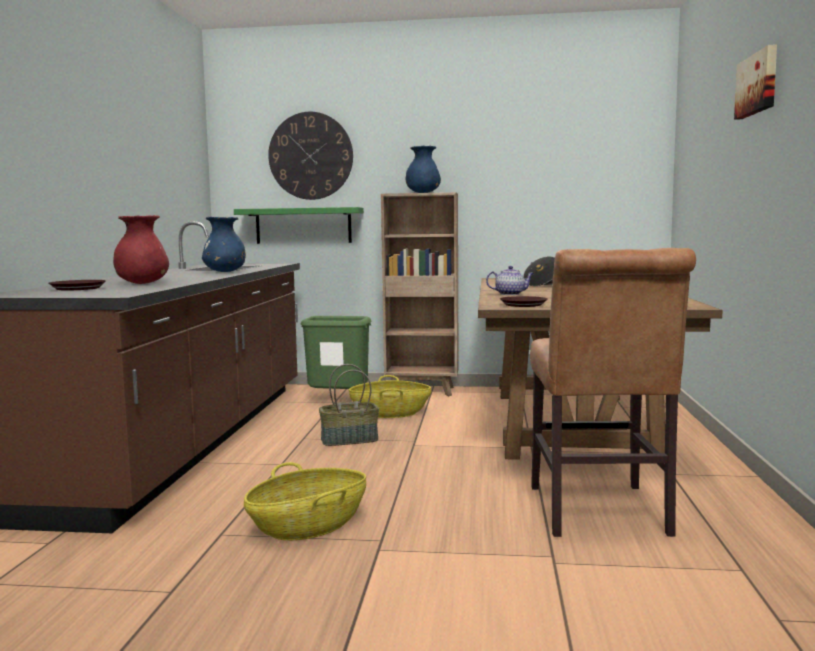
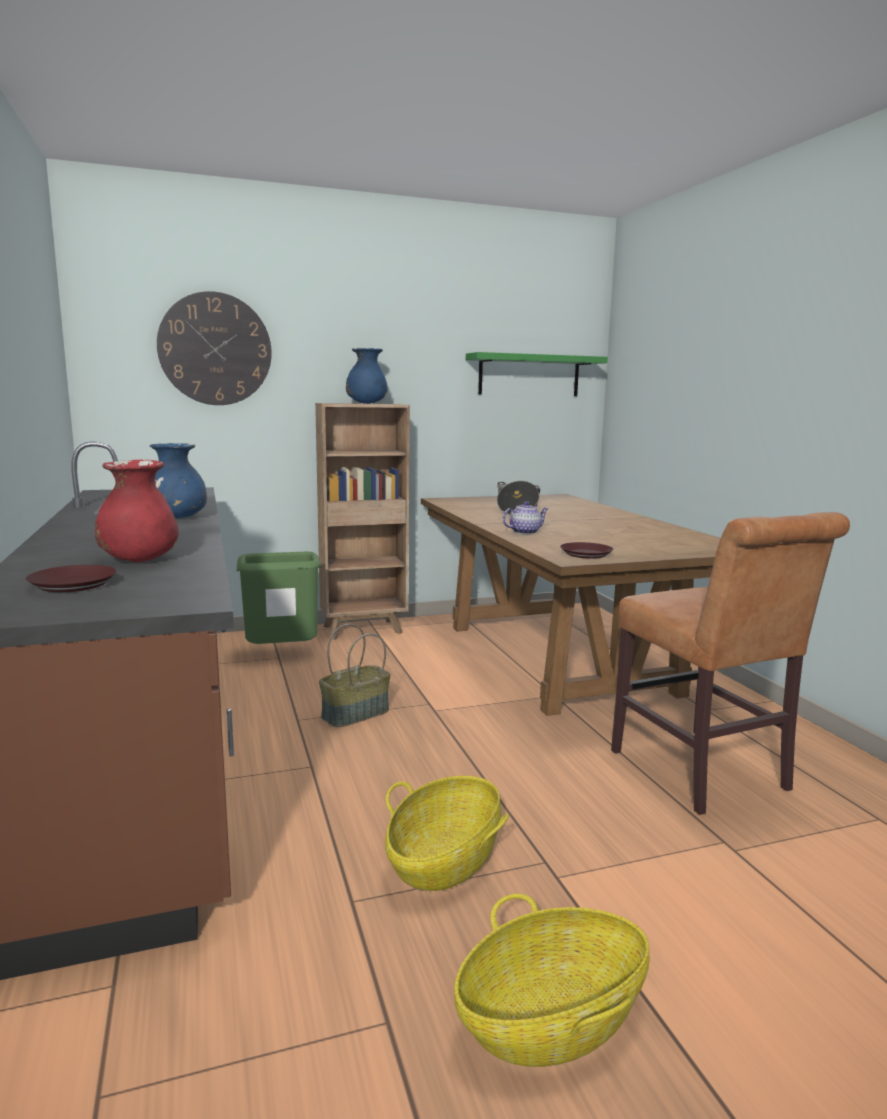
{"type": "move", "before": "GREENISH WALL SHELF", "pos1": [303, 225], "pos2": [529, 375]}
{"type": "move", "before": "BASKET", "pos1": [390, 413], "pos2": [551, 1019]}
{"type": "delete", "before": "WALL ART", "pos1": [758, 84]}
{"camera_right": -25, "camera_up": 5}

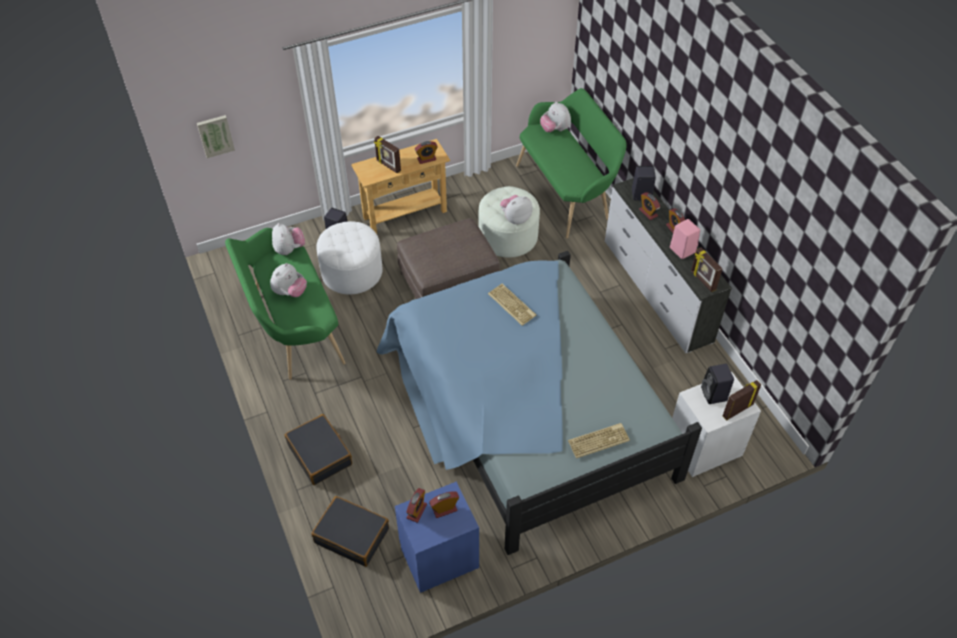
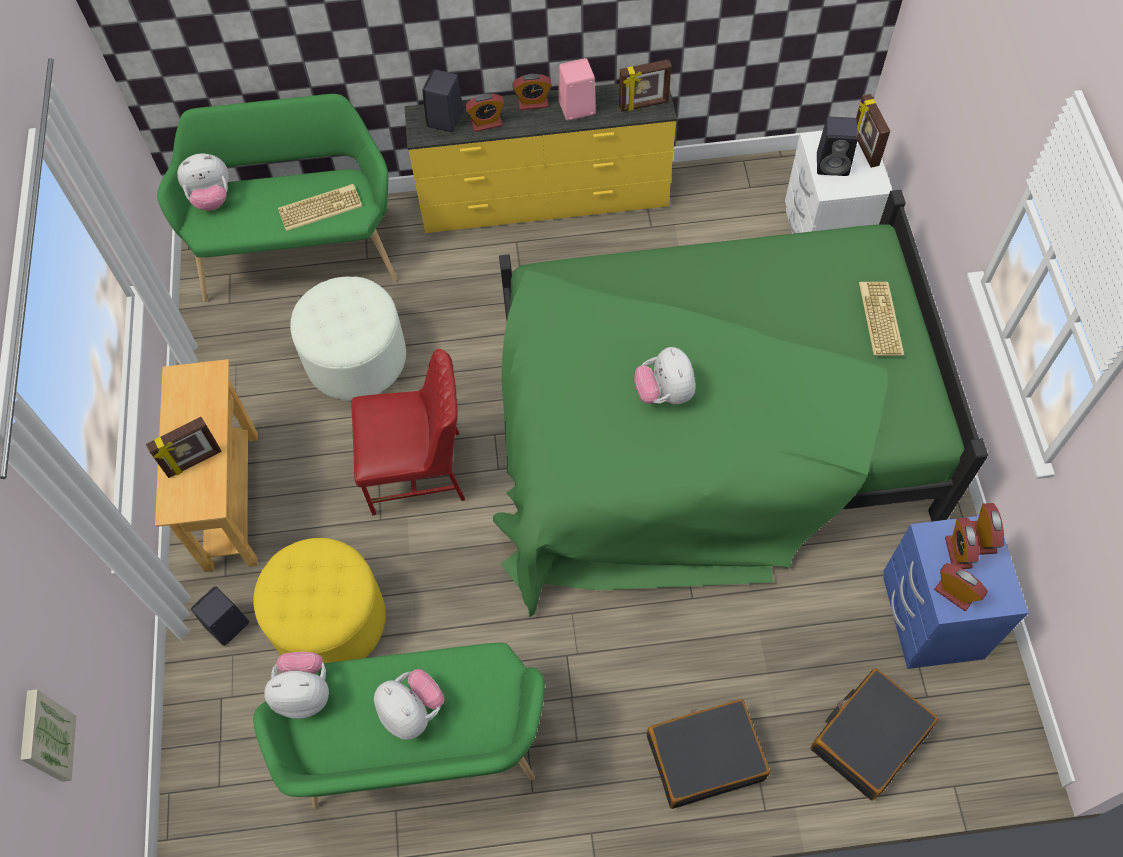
{"type": "recolor", "before": "WHITE OTTOMAN", "after": "YELLOW OTTOMAN", "pos1": [352, 272], "pos2": [329, 620]}
{"type": "recolor", "before": "BLUE BED", "after": "GREENISH BED", "pos1": [526, 410], "pos2": [705, 430]}
{"type": "replace", "before": "BROWN OTTOMAN", "after": "RED UPRIGHT CHAIR", "pos1": [448, 283], "pos2": [418, 471]}
{"type": "move", "before": "BEDSIDE CLOCK", "pos1": [426, 159], "pos2": [983, 538]}
{"type": "move", "before": "KEYBOARD", "pos1": [513, 304], "pos2": [320, 207]}
{"type": "move", "before": "SOFT TOY", "pos1": [515, 218], "pos2": [664, 393]}
{"type": "recolor", "before": "WHITE DRESSER", "after": "YELLOW DRESSER", "pos1": [656, 290], "pos2": [545, 201]}
{"camera_right": -70, "camera_up": 10}

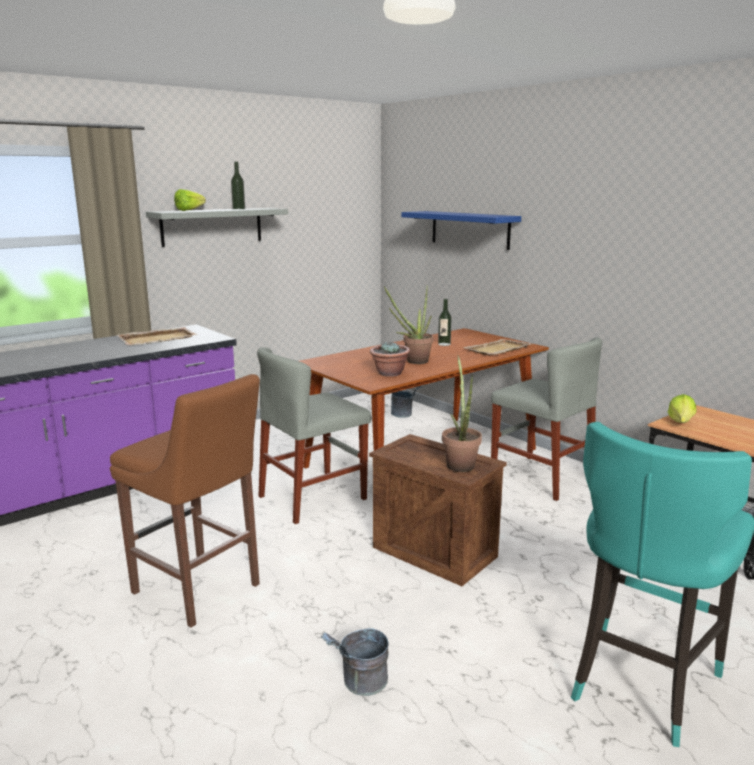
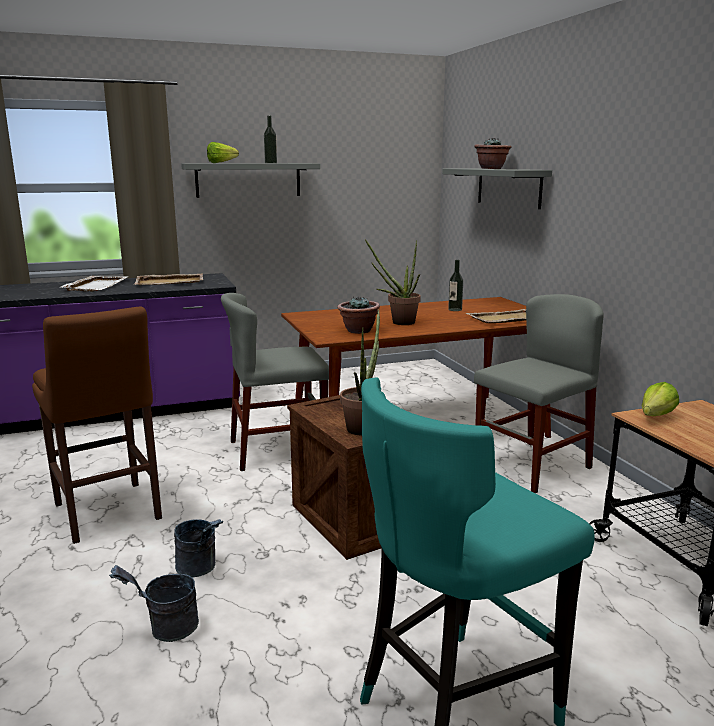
{"type": "move", "before": "GREYISH BUCKET", "pos1": [405, 415], "pos2": [200, 569]}
{"type": "recolor", "before": "BLUE WALL SHELF", "after": "GREYISH WALL SHELF", "pos1": [469, 229], "pos2": [508, 187]}
{"type": "rotate", "before": "GREYISH UPRIGHT CHAIR", "pos1": [541, 477], "pos2": [532, 466], "turn": -105}
{"type": "insert", "after": "WHITE TRAY", "pos2": [96, 285]}
{"type": "insert", "after": "POTTED PLANT", "pos2": [491, 168]}
{"camera_right": 20, "camera_up": 0}

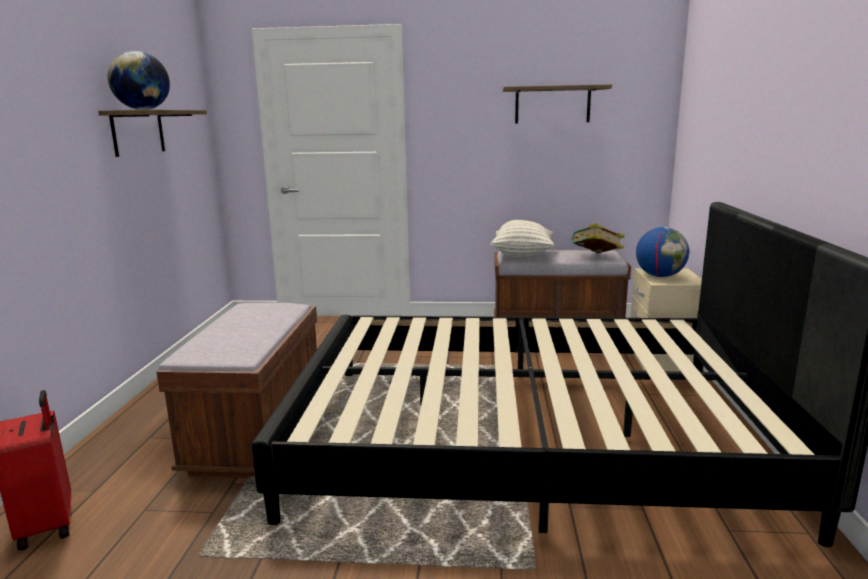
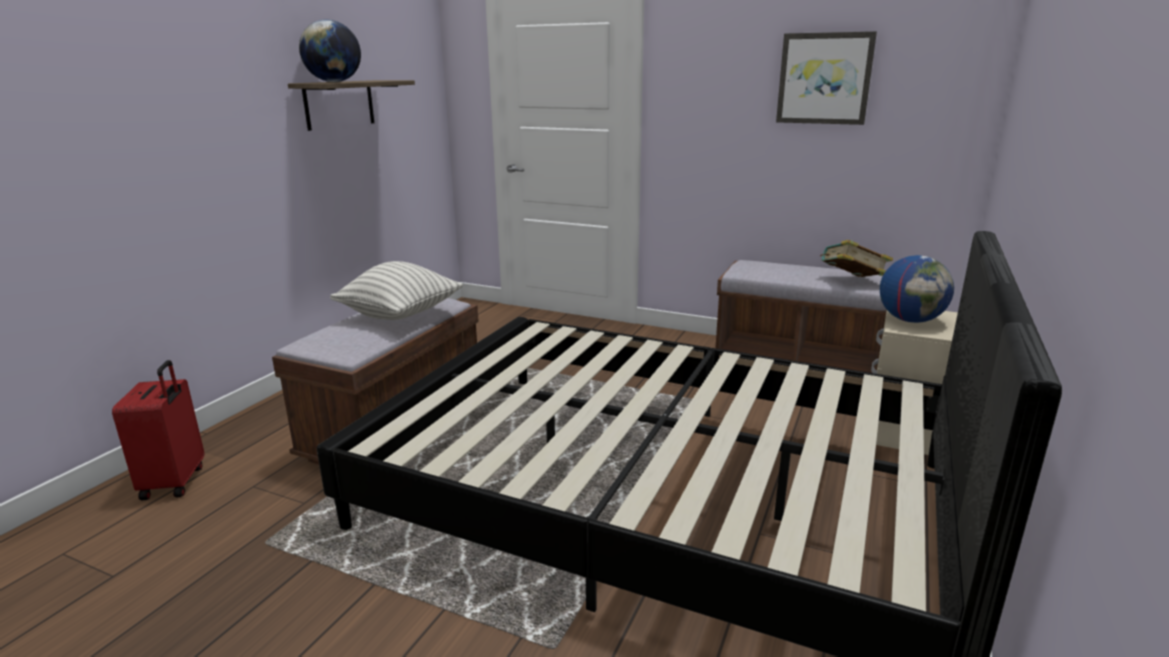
{"type": "move", "before": "PILLOW", "pos1": [522, 255], "pos2": [400, 315]}
{"type": "replace", "before": "WALL SHELF", "after": "WALL ART", "pos1": [552, 105], "pos2": [824, 78]}
{"camera_right": 20, "camera_up": 5}

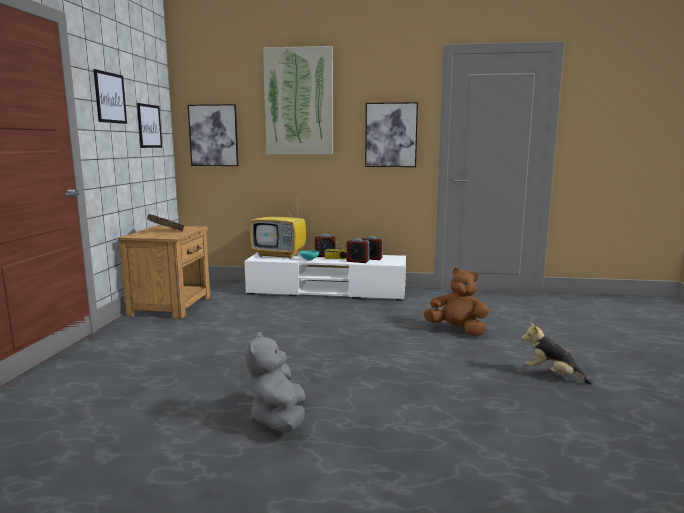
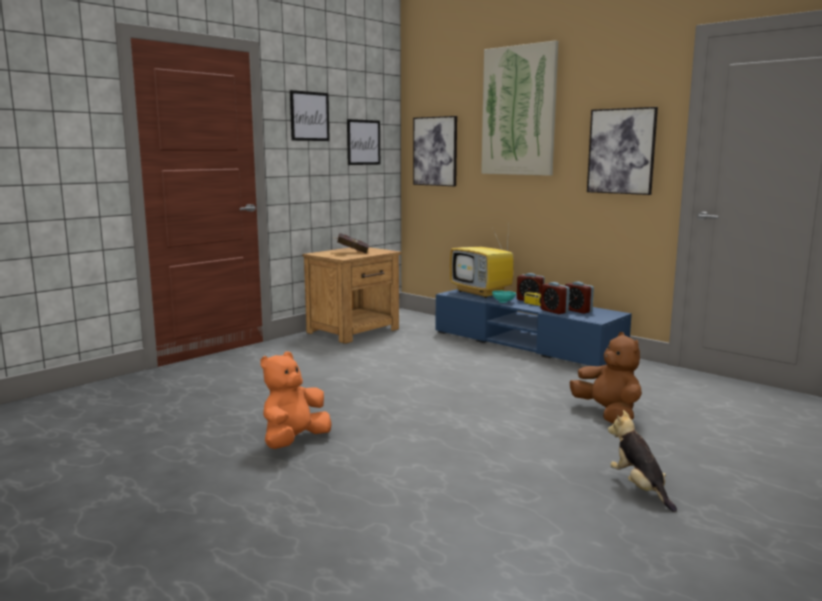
{"type": "recolor", "before": "WHITE MEDIA CONSOLE", "after": "BLUE MEDIA CONSOLE", "pos1": [327, 291], "pos2": [525, 344]}
{"type": "recolor", "before": "GREYISH SOFT TOY", "after": "ORANGE-COLOURED SOFT TOY", "pos1": [279, 419], "pos2": [294, 441]}
{"camera_right": 35, "camera_up": 0}

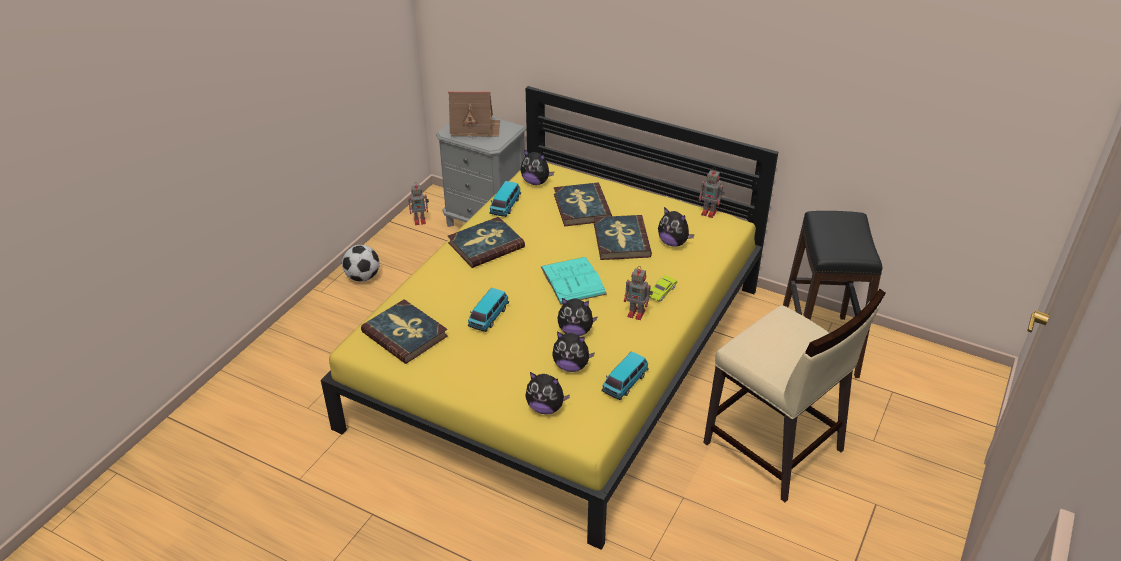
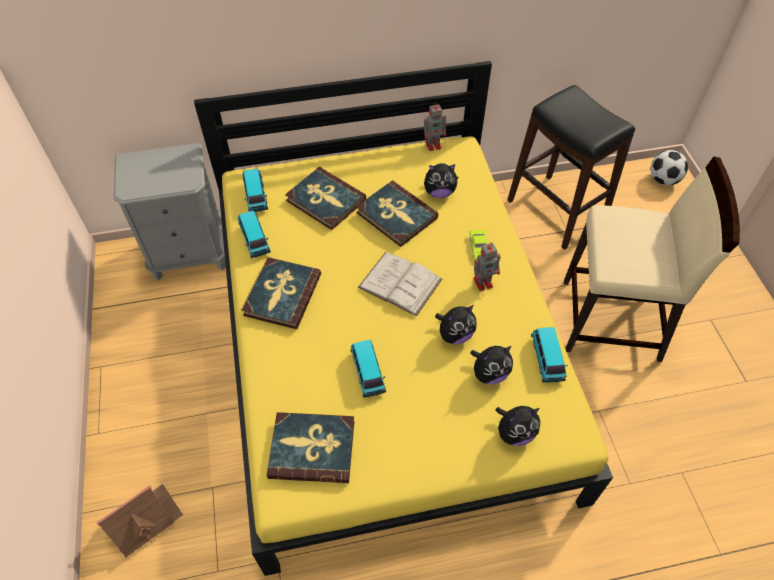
{"type": "move", "before": "BALL FOR FOOTBALL", "pos1": [363, 277], "pos2": [663, 180]}
{"type": "delete", "before": "TOY ROBOT", "pos1": [420, 220]}
{"type": "move", "before": "MODEL HOUSE", "pos1": [474, 128], "pos2": [144, 520]}
{"type": "replace", "before": "SOFT TOY", "after": "TOY CAR", "pos1": [536, 182], "pos2": [256, 197]}
{"type": "recolor", "before": "TURQUOISE BOUND BOOK", "after": "WHITE BOUND BOOK", "pos1": [573, 280], "pos2": [400, 283]}
{"camera_right": -40, "camera_up": 15}

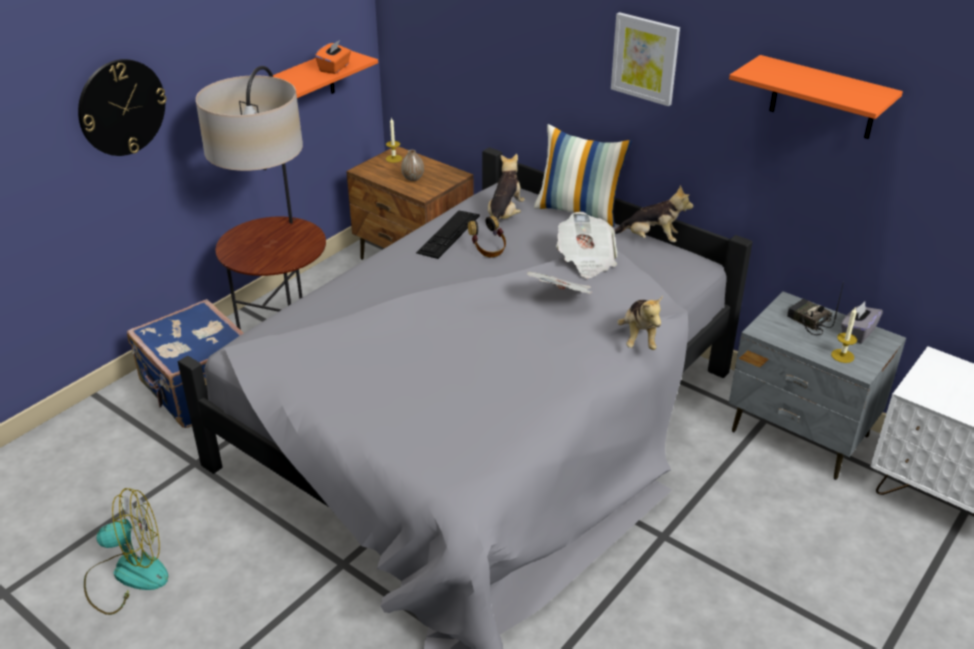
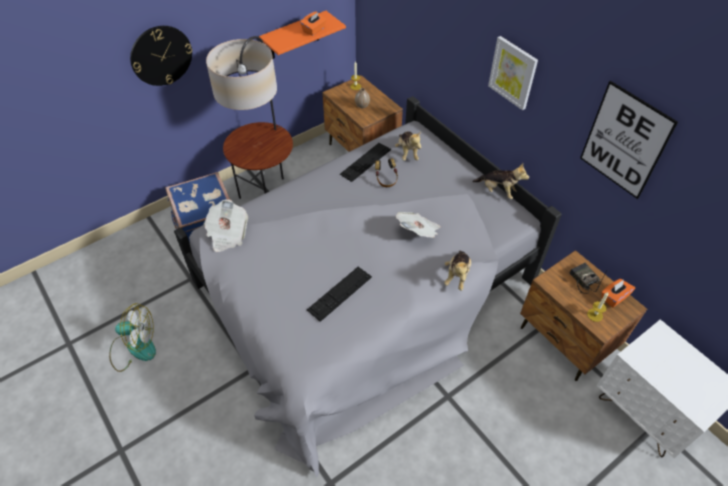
{"type": "rotate", "before": "SOFT TOY", "pos1": [504, 216], "pos2": [407, 152], "turn": 135}
{"type": "delete", "before": "PILLOW", "pos1": [579, 211]}
{"type": "move", "before": "DAILY PAPER", "pos1": [586, 260], "pos2": [227, 234]}
{"type": "replace", "before": "ORANGE-COLOURED WALL SHELF", "after": "WALL ART", "pos1": [823, 98], "pos2": [625, 141]}
{"type": "recolor", "before": "GREYISH BEDSIDE TABLE", "after": "BROWN BEDSIDE TABLE", "pos1": [800, 434], "pos2": [565, 340]}
{"type": "recolor", "before": "GREYISH TISSUE HOLDER", "after": "ORANGE-COLOURED TISSUE HOLDER", "pos1": [857, 332], "pos2": [614, 297]}
{"type": "insert", "after": "KEYBOARD", "pos2": [339, 293]}
{"camera_right": 15, "camera_up": 15}

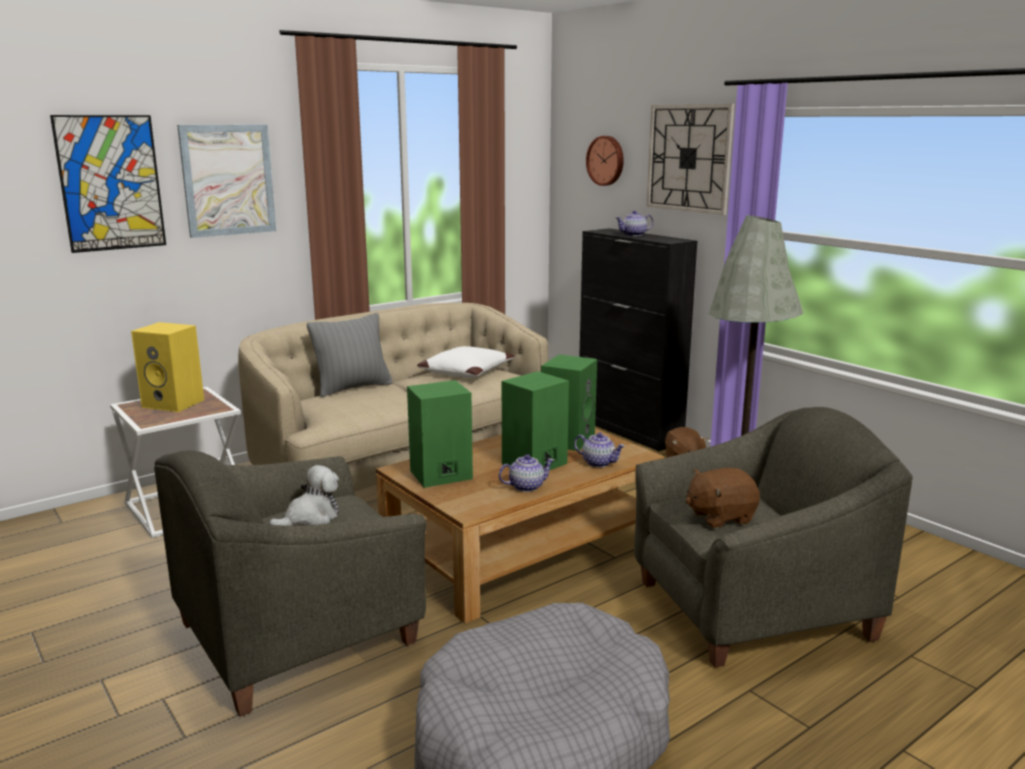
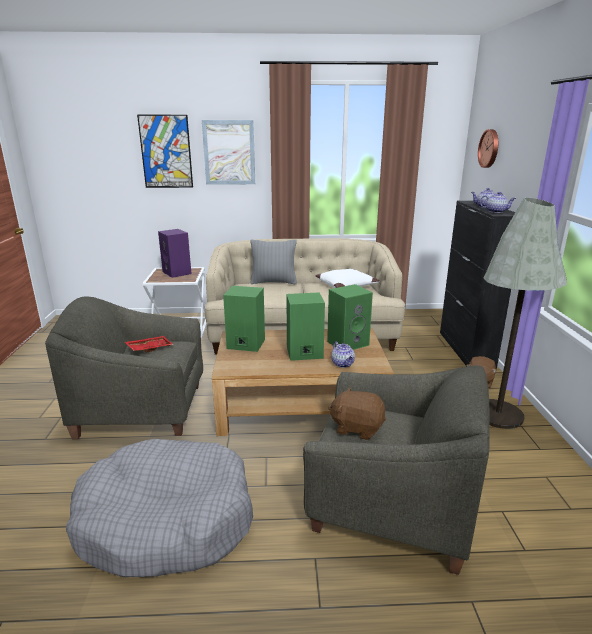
{"type": "recolor", "before": "YELLOW AUDIO SPEAKER", "after": "PURPLISH AUDIO SPEAKER", "pos1": [175, 403], "pos2": [177, 273]}
{"type": "replace", "before": "SOFT TOY", "after": "RED TRAY", "pos1": [310, 518], "pos2": [149, 348]}
{"type": "move", "before": "TEA POT", "pos1": [526, 486], "pos2": [496, 211]}
{"type": "delete", "before": "HANGING CLOCK", "pos1": [689, 158]}
{"camera_right": 35, "camera_up": 5}

